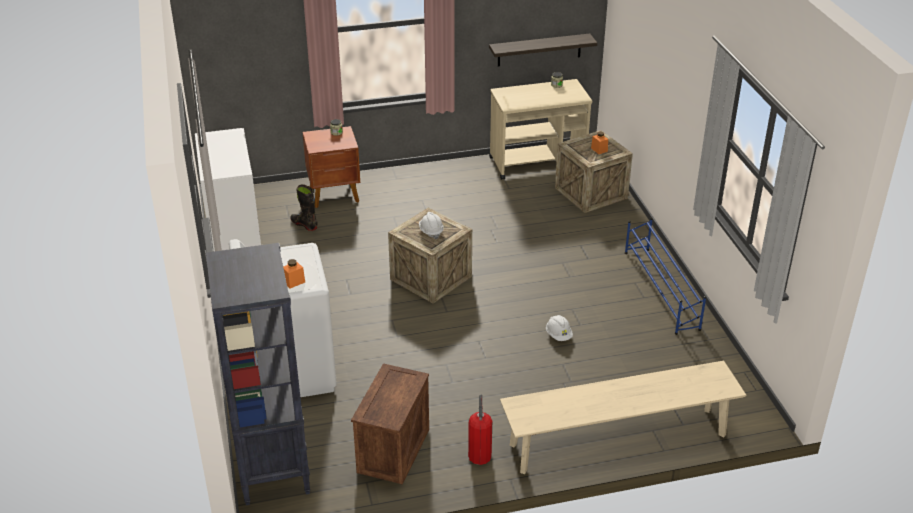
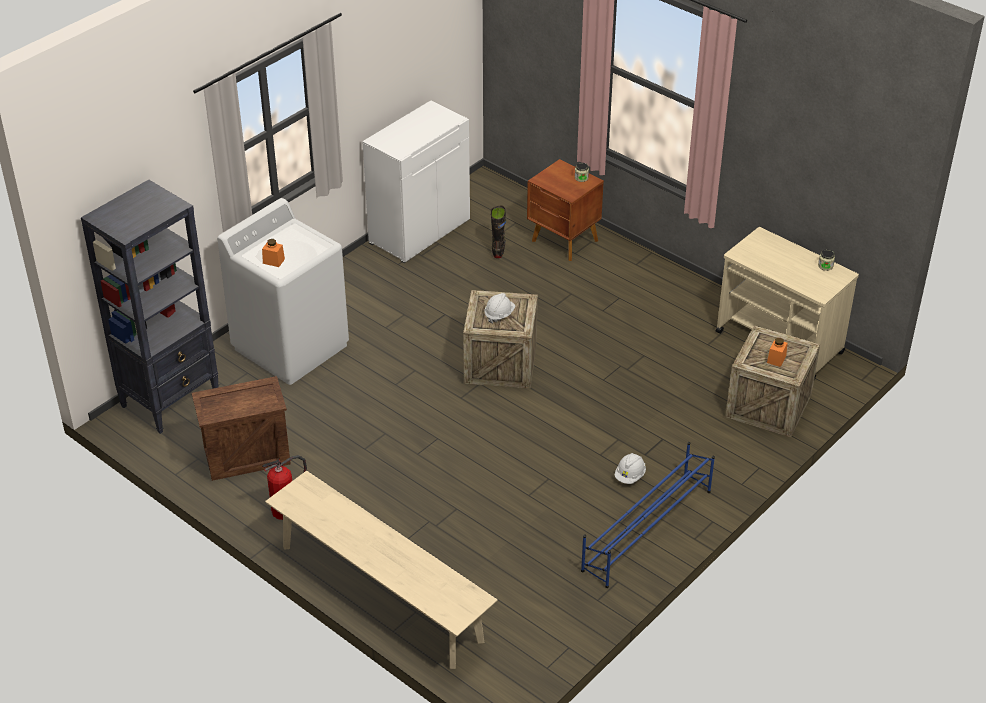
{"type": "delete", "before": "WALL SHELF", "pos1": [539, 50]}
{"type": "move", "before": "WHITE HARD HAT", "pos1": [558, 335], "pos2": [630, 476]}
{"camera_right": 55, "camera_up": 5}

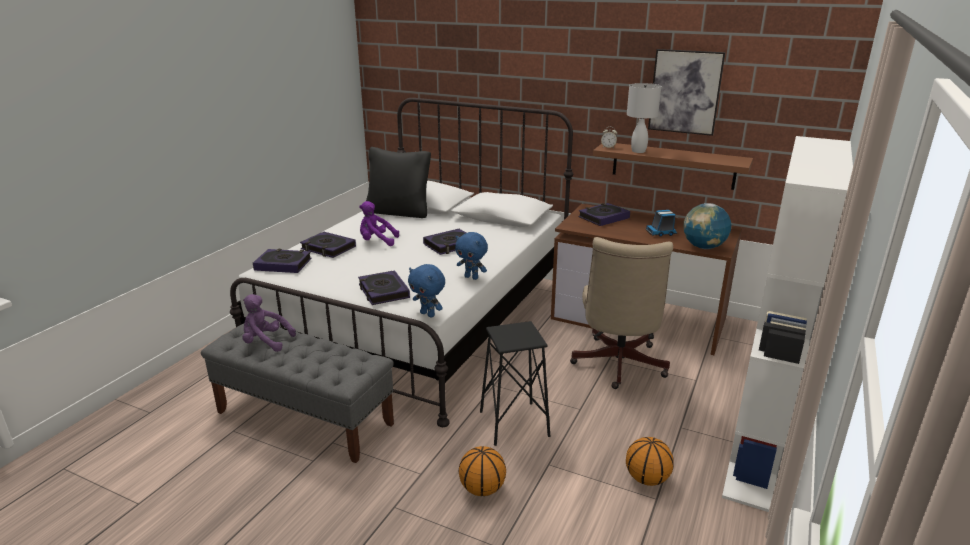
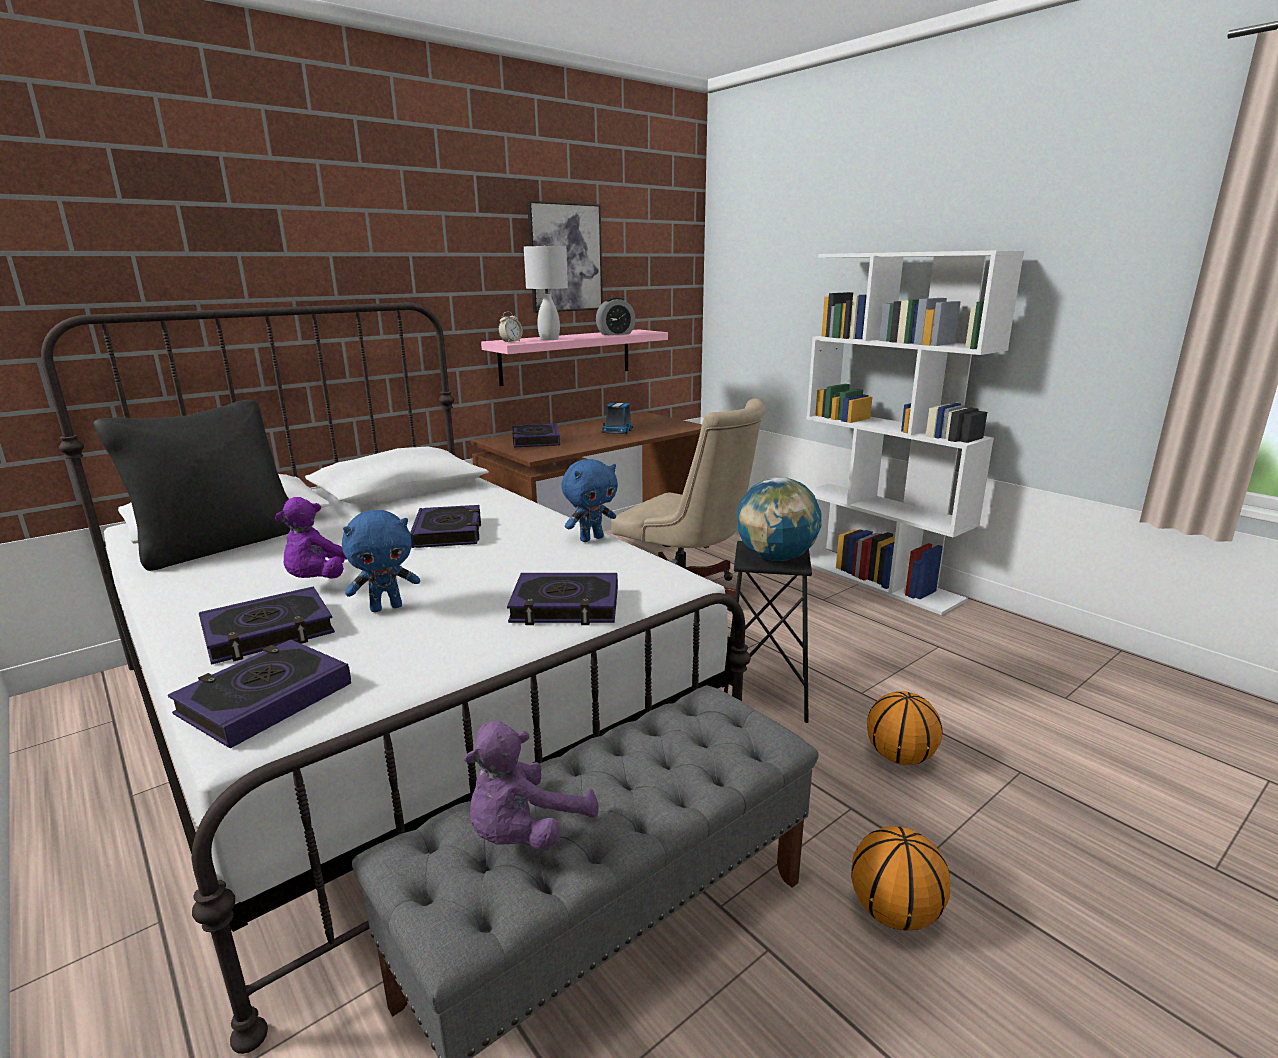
{"type": "move", "before": "BLUE SOFT TOY", "pos1": [428, 314], "pos2": [386, 607]}
{"type": "recolor", "before": "BROWN WALL SHELF", "after": "PINK WALL SHELF", "pos1": [673, 165], "pos2": [566, 356]}
{"type": "move", "before": "BASKETBALL BALL", "pos1": [646, 478], "pos2": [893, 913]}
{"type": "move", "before": "WORLD GLOBE", "pos1": [703, 247], "pos2": [776, 558]}
{"type": "insert", "after": "BEDSIDE CLOCK", "pos2": [615, 334]}
{"camera_right": -65, "camera_up": -5}

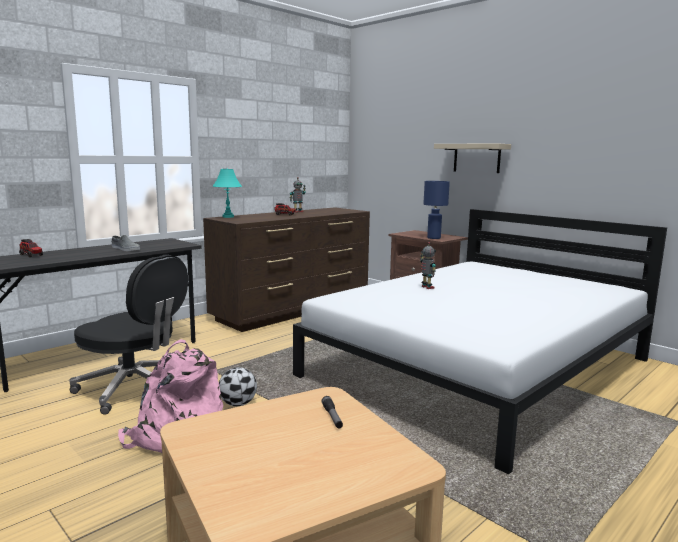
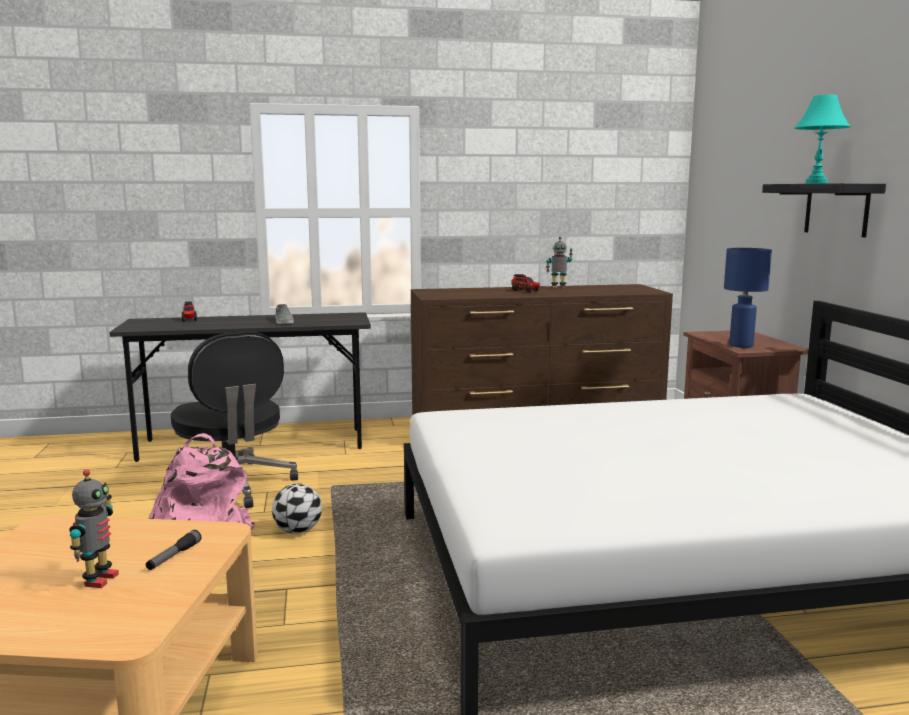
{"type": "move", "before": "TURQUOISE TABLE LAMP", "pos1": [228, 217], "pos2": [816, 183]}
{"type": "move", "before": "TOY ROBOT", "pos1": [427, 287], "pos2": [99, 580]}
{"type": "recolor", "before": "SAND-COLOURED WALL SHELF", "after": "BLACKISH WALL SHELF", "pos1": [476, 158], "pos2": [836, 209]}
{"camera_right": 35, "camera_up": 0}

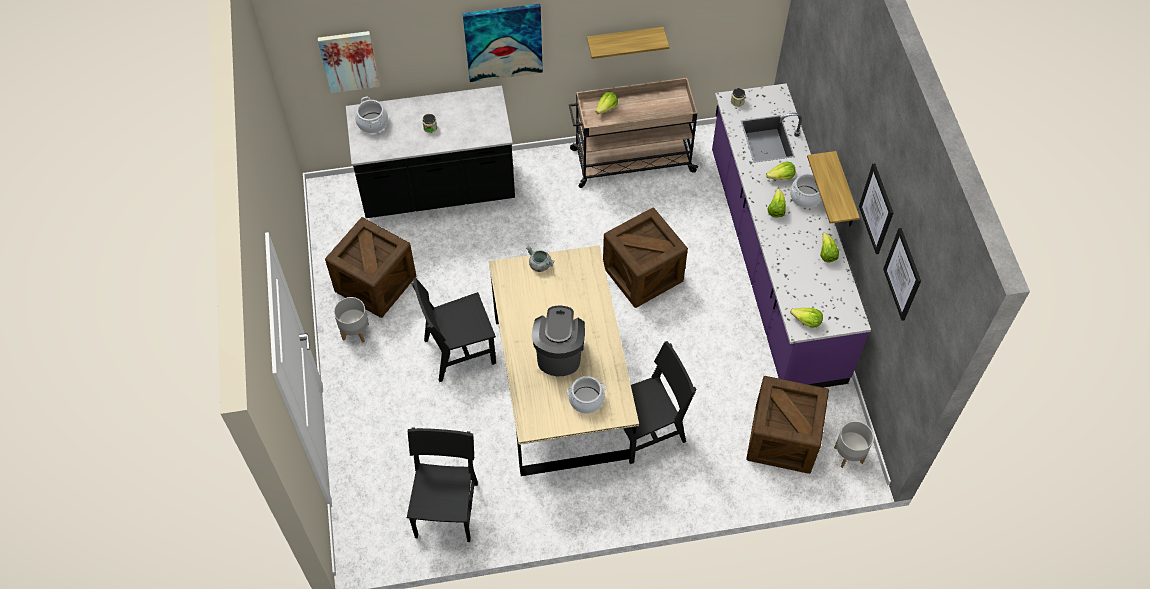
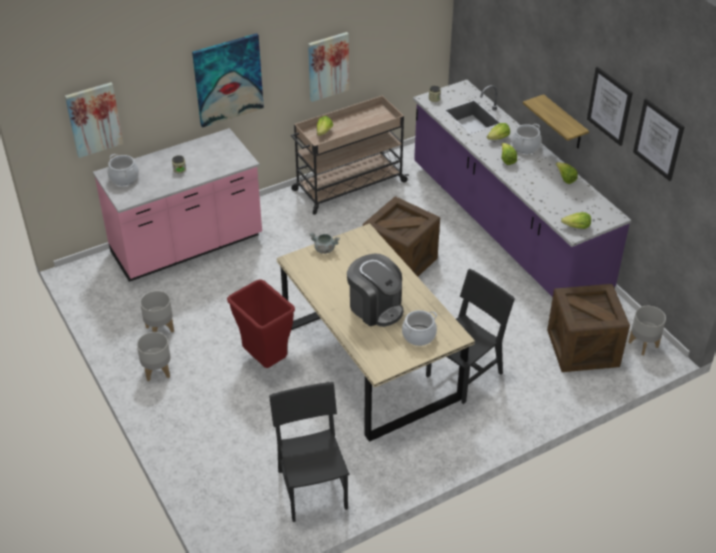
{"type": "replace", "before": "SHIPPING CRATE", "after": "GREYISH FLOWER POT", "pos1": [375, 284], "pos2": [160, 329]}
{"type": "recolor", "before": "BLACKISH COUNTER", "after": "PINK COUNTER", "pos1": [438, 191], "pos2": [187, 246]}
{"type": "replace", "before": "BLACKISH UPRIGHT CHAIR", "after": "RED TRASH CAN", "pos1": [459, 351], "pos2": [264, 360]}
{"type": "rotate", "before": "COFFEE MAKER", "pos1": [559, 352], "pos2": [375, 307], "turn": 150}
{"type": "replace", "before": "WALL SHELF", "after": "WALL ART", "pos1": [624, 41], "pos2": [328, 66]}
{"camera_right": -20, "camera_up": -15}

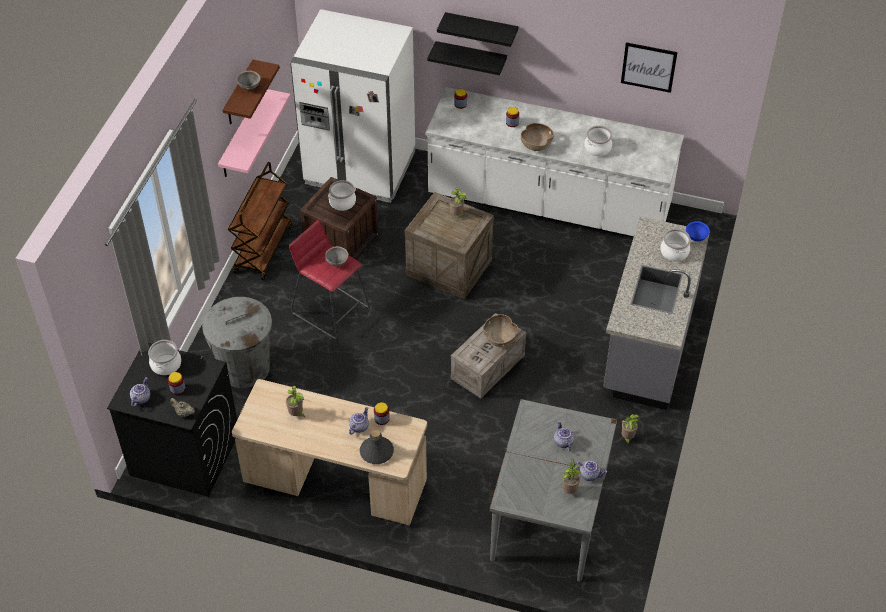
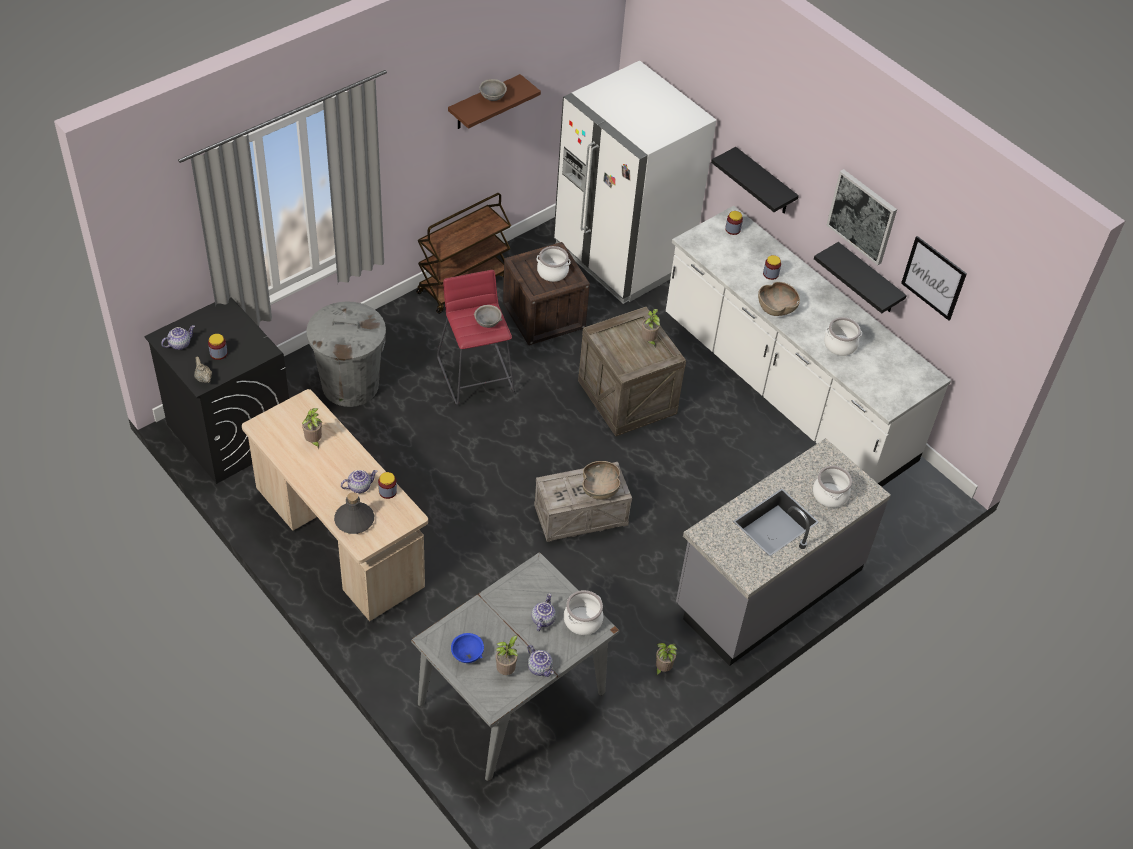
{"type": "move", "before": "STOCKPOT", "pos1": [166, 364], "pos2": [583, 621]}
{"type": "delete", "before": "PINK WALL SHELF", "pos1": [241, 135]}
{"type": "move", "before": "BLACKISH WALL SHELF", "pos1": [481, 29], "pos2": [868, 280]}
{"type": "move", "before": "BLUE SERVING BOWL", "pos1": [696, 238], "pos2": [467, 655]}
{"type": "insert", "after": "WALL ART", "pos2": [862, 216]}
{"camera_right": 30, "camera_up": 0}

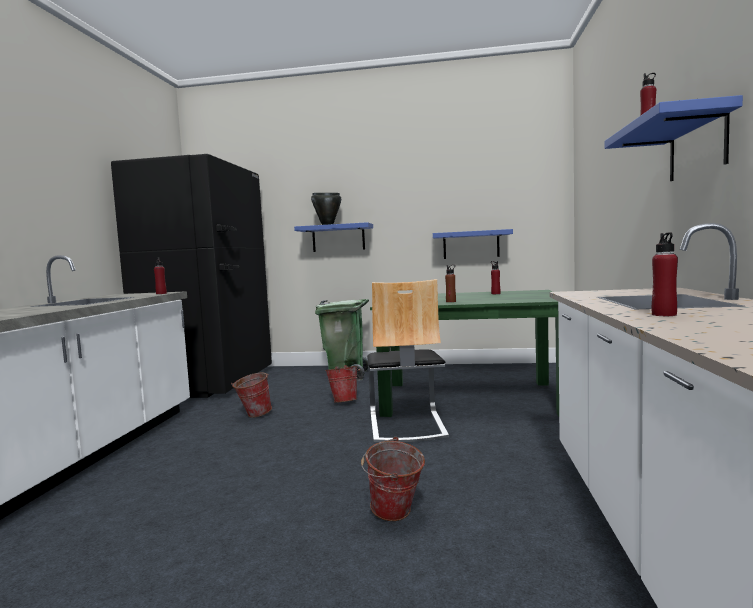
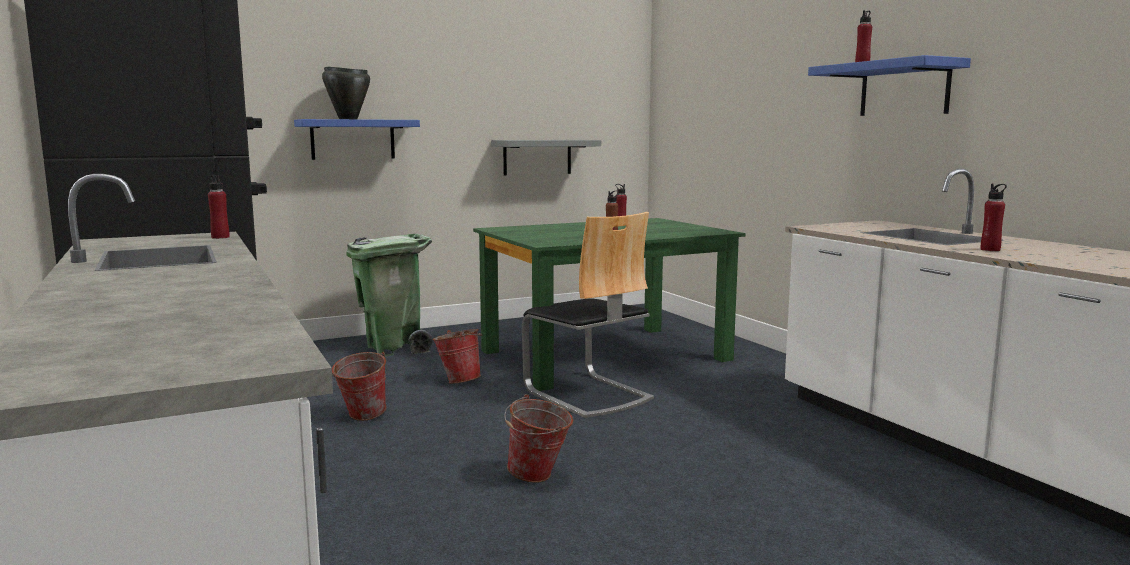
{"type": "move", "before": "BUCKET", "pos1": [394, 516], "pos2": [538, 478]}
{"type": "recolor", "before": "BLUE WALL SHELF", "after": "GREYISH WALL SHELF", "pos1": [471, 245], "pos2": [537, 157]}
{"camera_right": -35, "camera_up": 5}

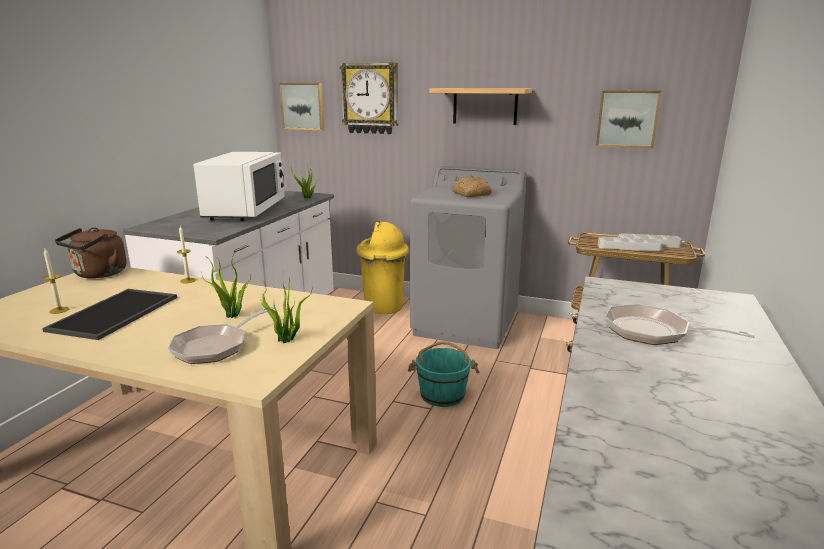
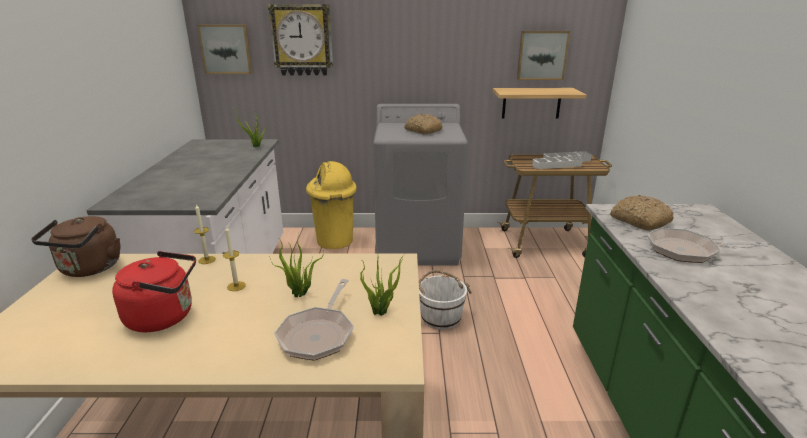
{"type": "replace", "before": "TRAY", "after": "RED TEA KETTLE", "pos1": [115, 314], "pos2": [165, 317]}
{"type": "move", "before": "WAX LIGHT", "pos1": [59, 310], "pos2": [236, 286]}
{"type": "delete", "before": "WHITE MICROWAVE OVEN", "pos1": [245, 211]}
{"type": "recolor", "before": "TURQUOISE BUCKET", "after": "WHITE BUCKET", "pos1": [442, 394], "pos2": [440, 317]}
{"type": "move", "before": "WALL SHELF", "pos1": [485, 106], "pos2": [531, 103]}
{"type": "insert", "after": "BAKERY BREAD", "pos2": [639, 221]}
{"camera_right": -20, "camera_up": 5}

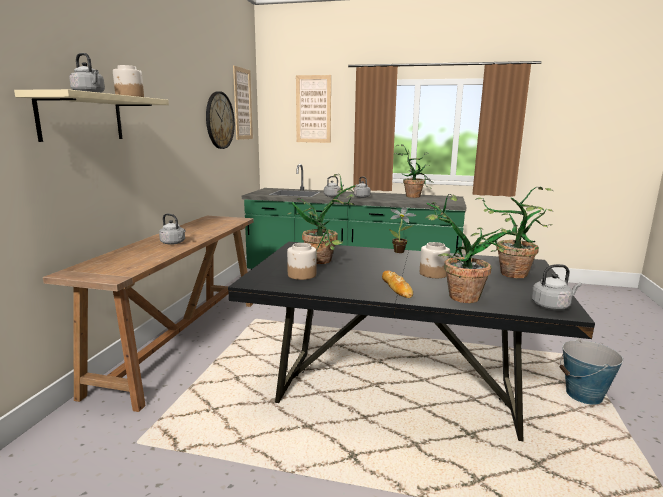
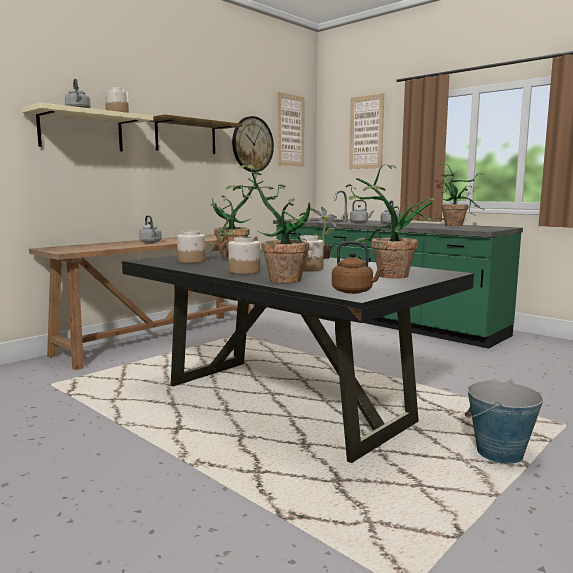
{"type": "replace", "before": "BAKERY BREAD", "after": "PRESERVE JAR", "pos1": [396, 287], "pos2": [244, 271]}
{"type": "recolor", "before": "GREYISH TEA KETTLE", "after": "BROWN TEA KETTLE", "pos1": [552, 306], "pos2": [354, 292]}
{"type": "insert", "after": "WALL SHELF", "pos2": [186, 137]}
{"camera_right": 30, "camera_up": -5}

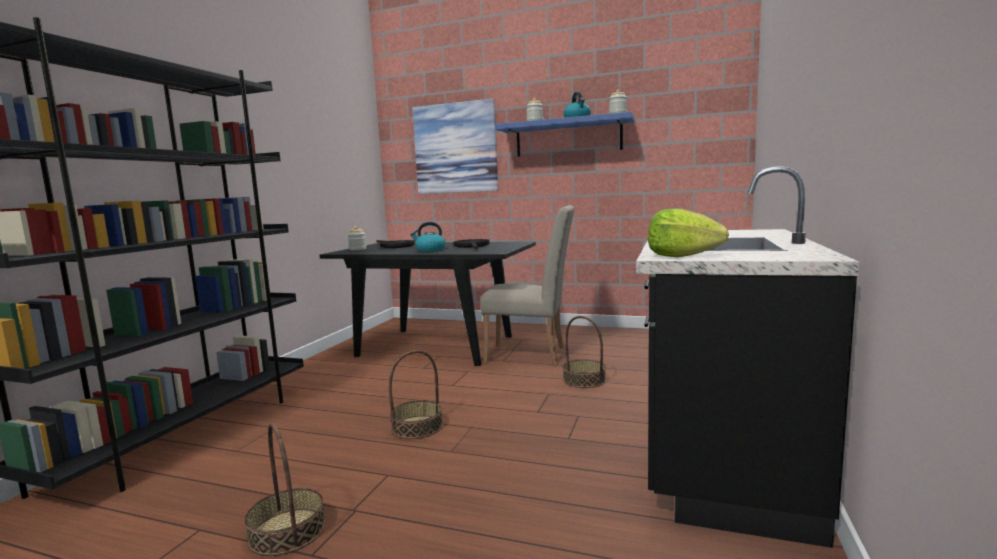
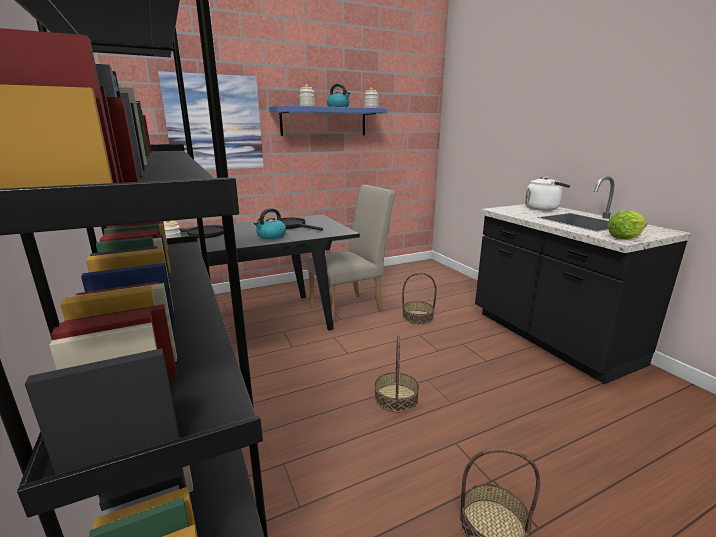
{"type": "insert", "after": "WHITE TEA KETTLE", "pos2": [543, 208]}
{"camera_right": -45, "camera_up": 10}

